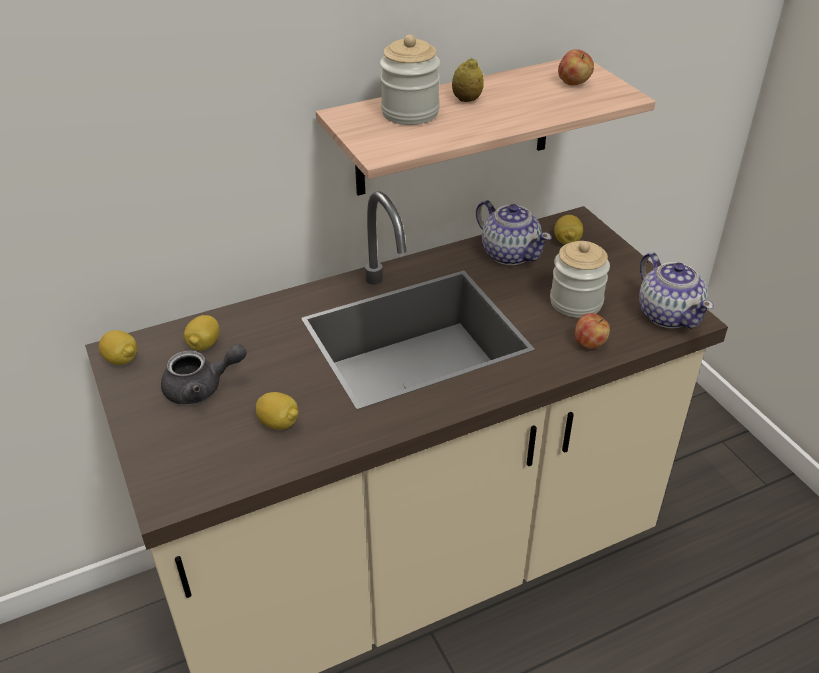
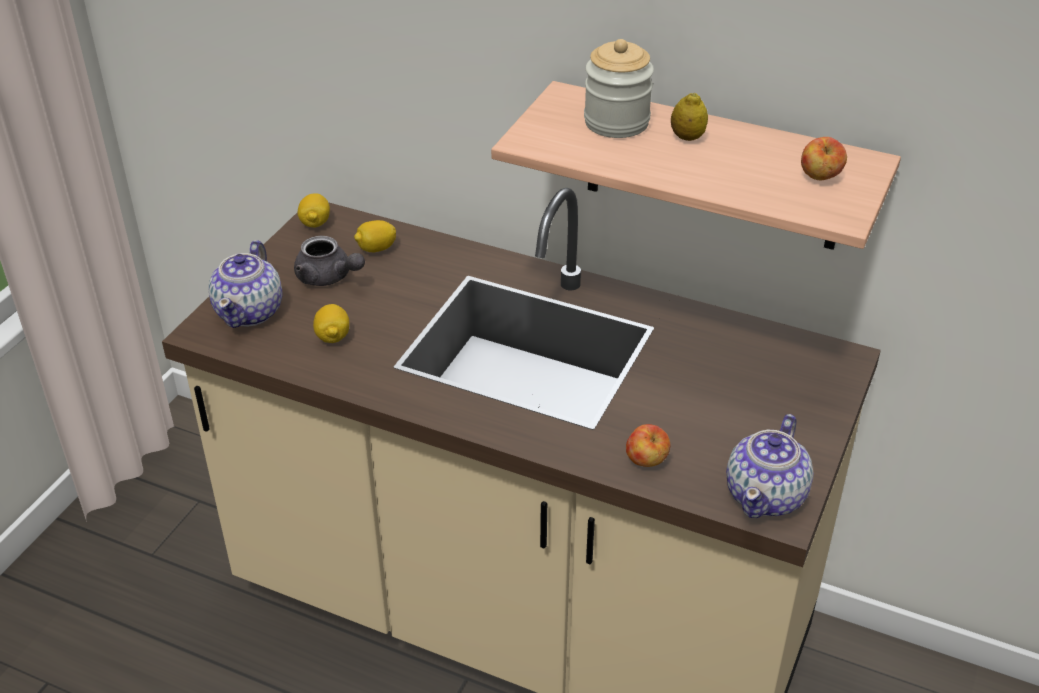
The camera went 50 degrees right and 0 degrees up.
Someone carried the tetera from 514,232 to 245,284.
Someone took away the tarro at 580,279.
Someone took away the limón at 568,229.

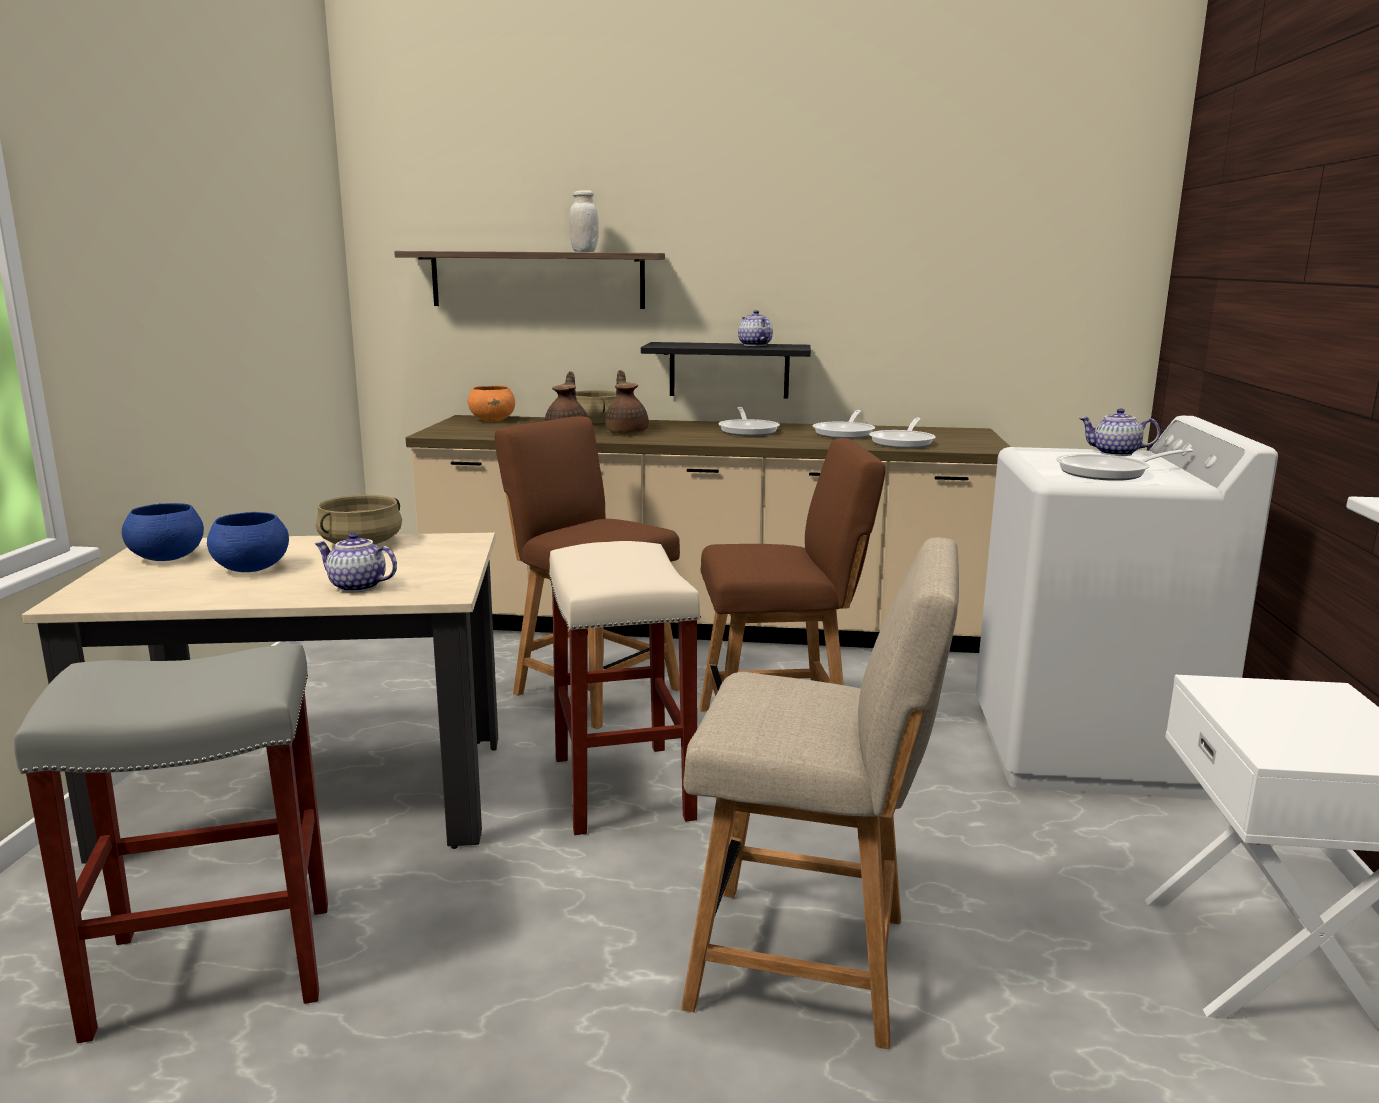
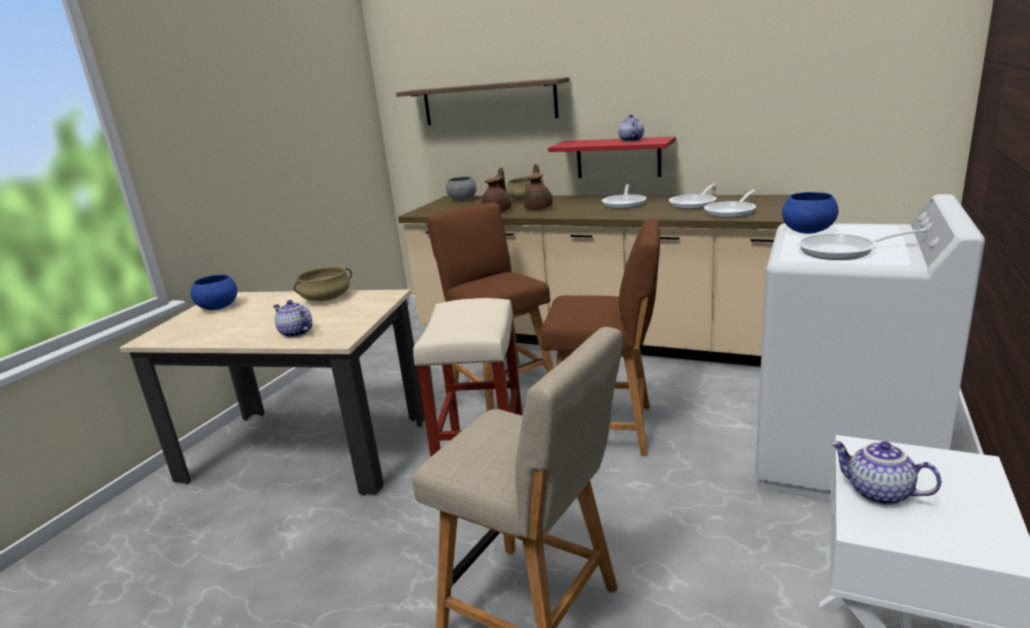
The camera went 20 degrees right and 5 degrees up.
Someone repainted the cuenco [naranja] at 491,404, which became the cuenco [gris] at 461,188.
Someone repainted the estante [negro] at 726,370, which became the estante [rojo] at 612,157.
Someone carried the cuenco [azul] from 248,542 to 810,213.
Someone carried the tetera from 1119,432 to 885,473.
Someone took away the taburete [gris] at 171,843.
Someone took away the tarro [blanco] at 584,221.

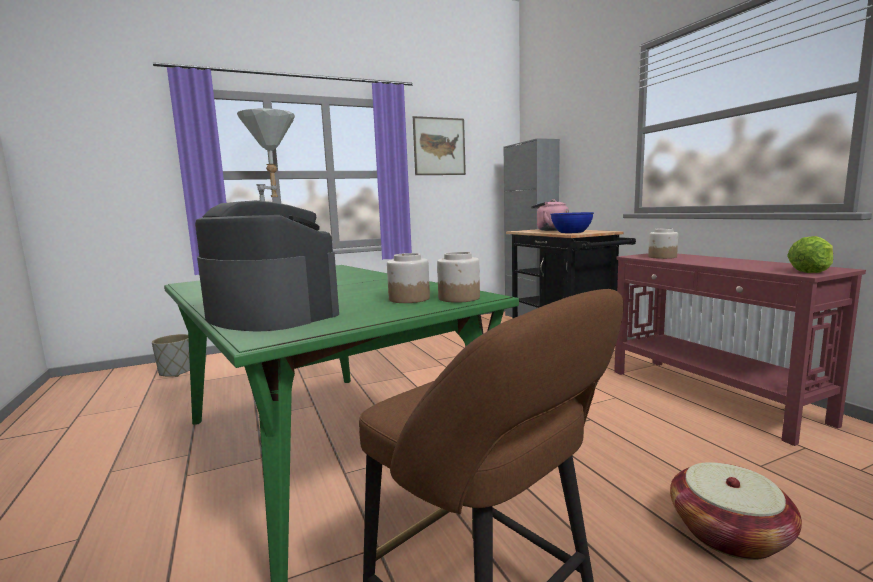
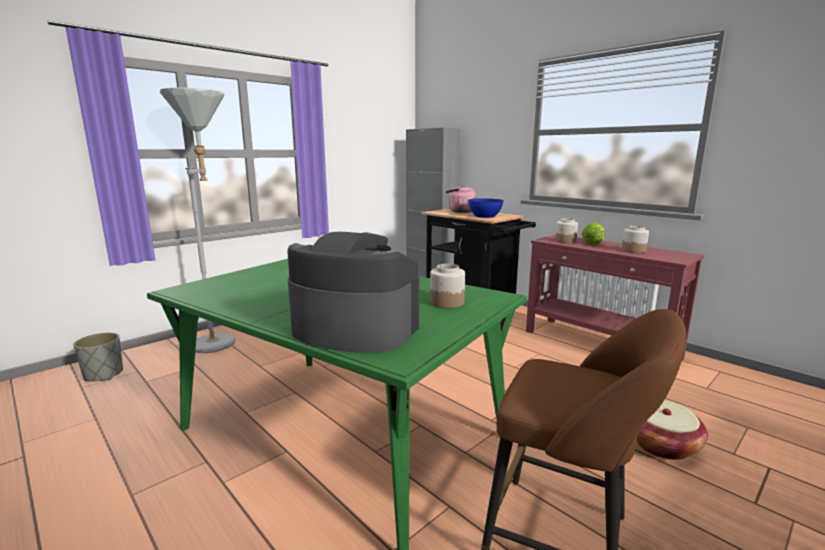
The camera went 20 degrees left and 5 degrees up.
Someone carried the lechuga from 810,254 to 593,234.
Someone carried the tarro from 458,277 to 635,239.
Someone took away the cuadro at 439,145.

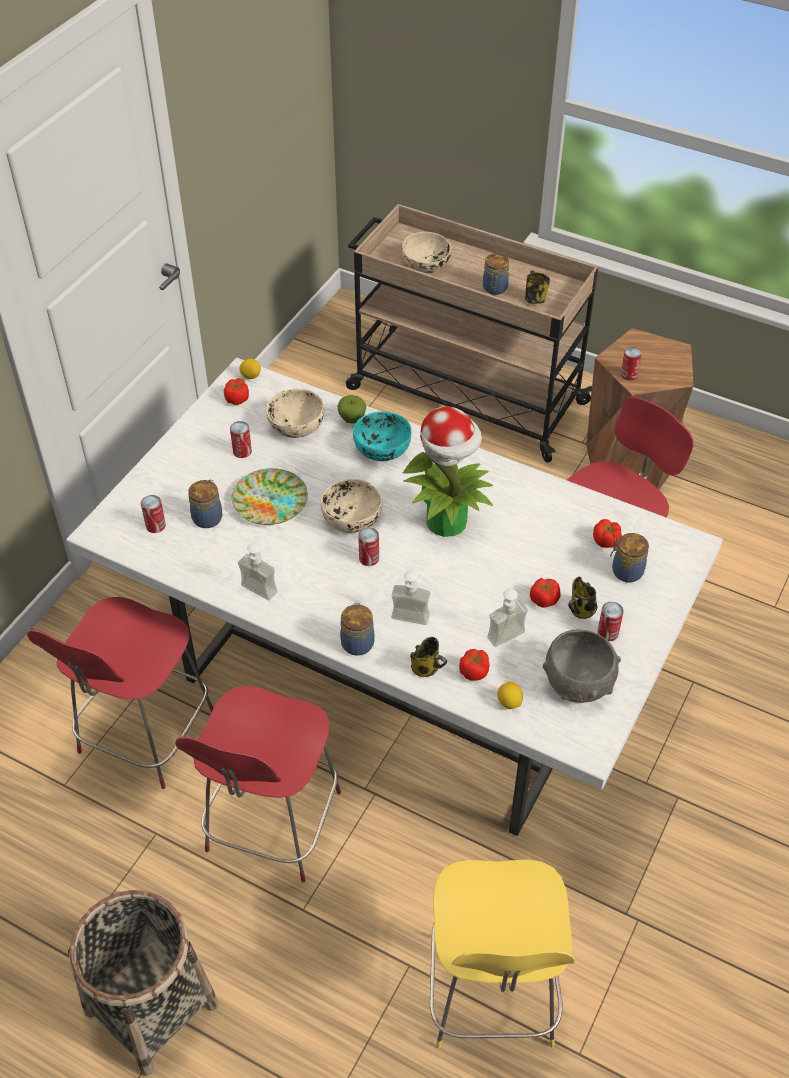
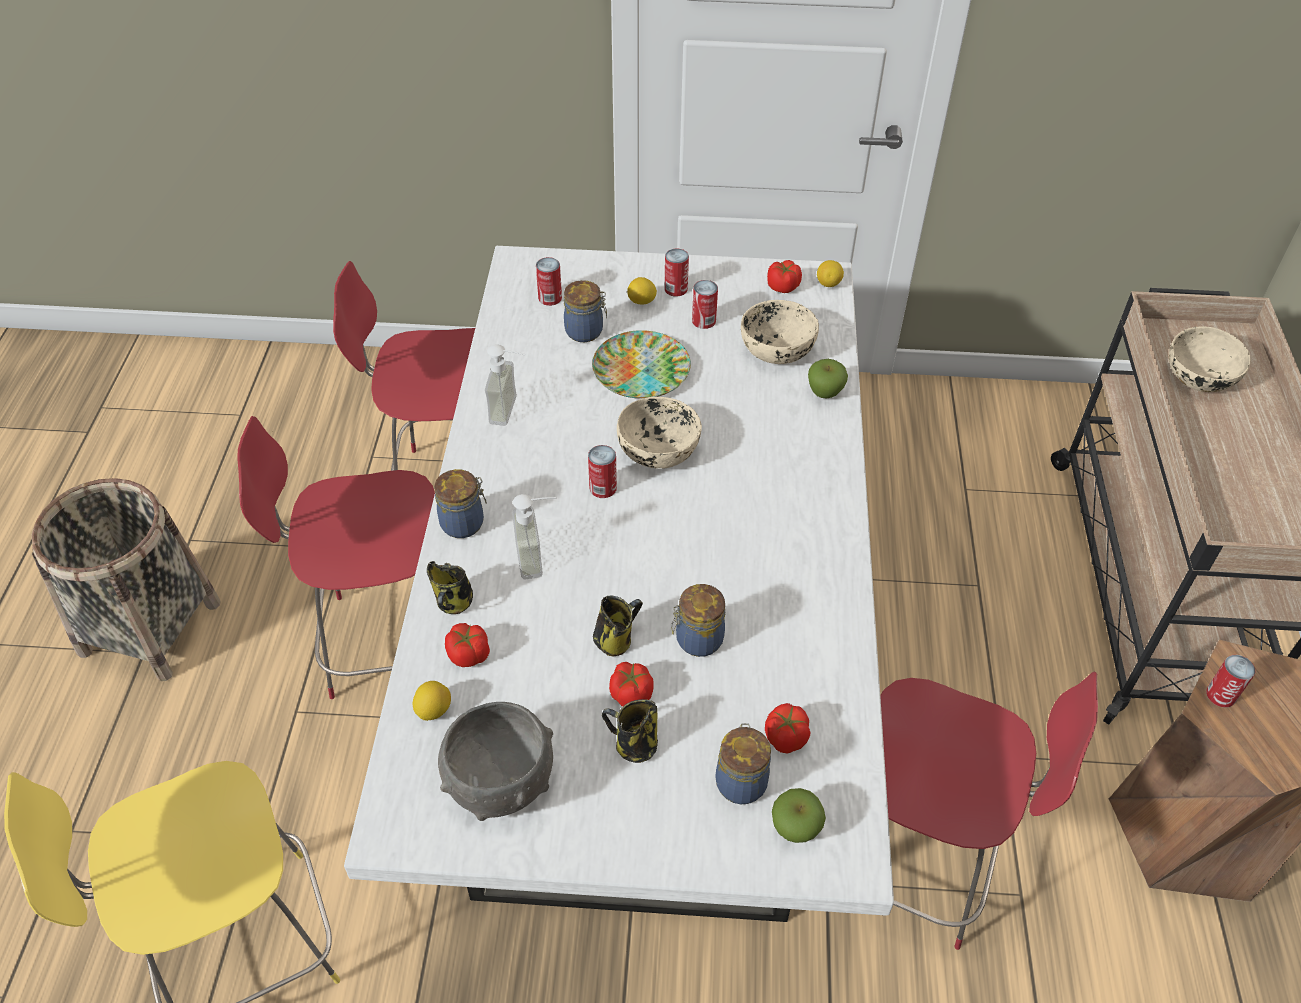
The camera went 65 degrees right and 0 degrees up.
Someone carried the taza grande from 537,287 to 618,626.
Someone put down the limón at 642,291.
Someone carried the lata from 610,621 to 676,273.
Someone carried the tarro from 496,274 to 698,620.
Someone put down the manzana at 799,815.
Someone took away the cuenco [turquesa] at 382,436.
Someone took away the planta en maceta at 448,471.
Someone took away the dispensador de jabón at 507,618.

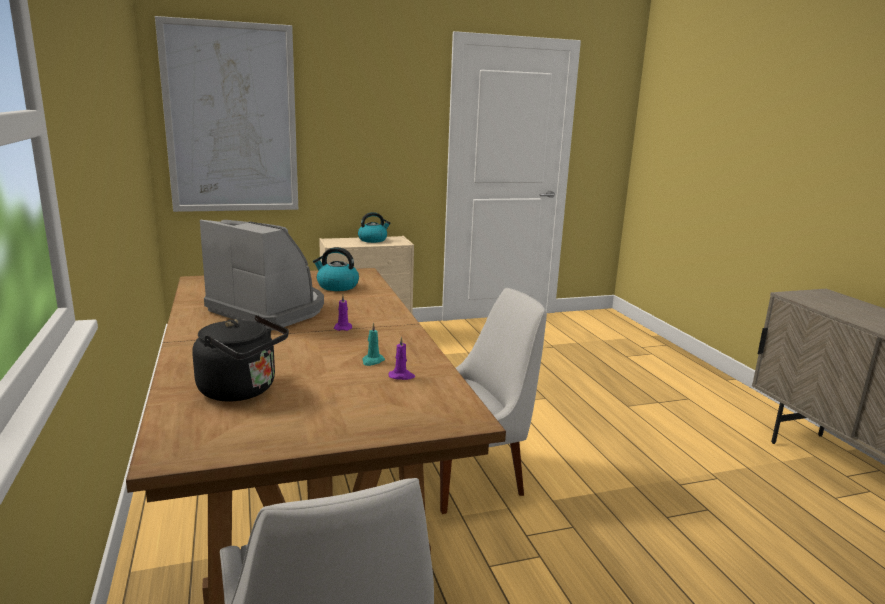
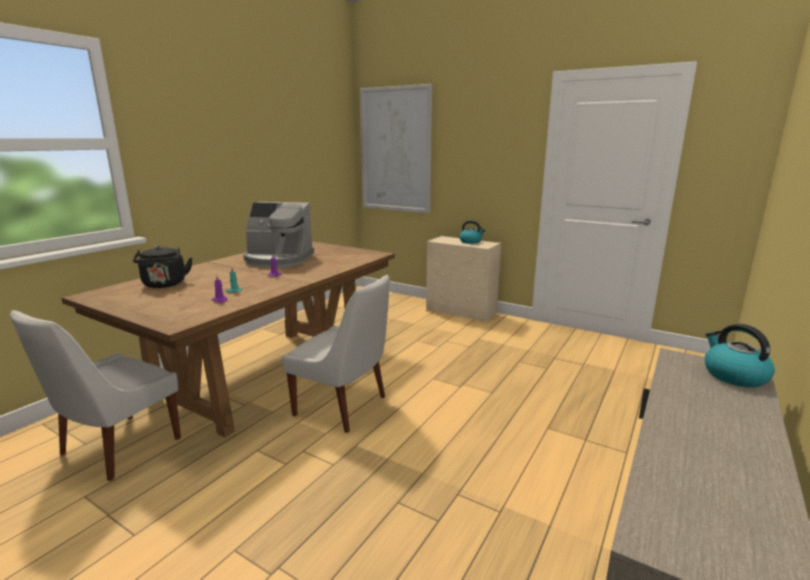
The camera went 50 degrees right and 0 degrees up.
Someone rotated the cafetera at 262,275 by 105 degrees clockwise.
Someone carried the hervidor from 336,269 to 740,355.

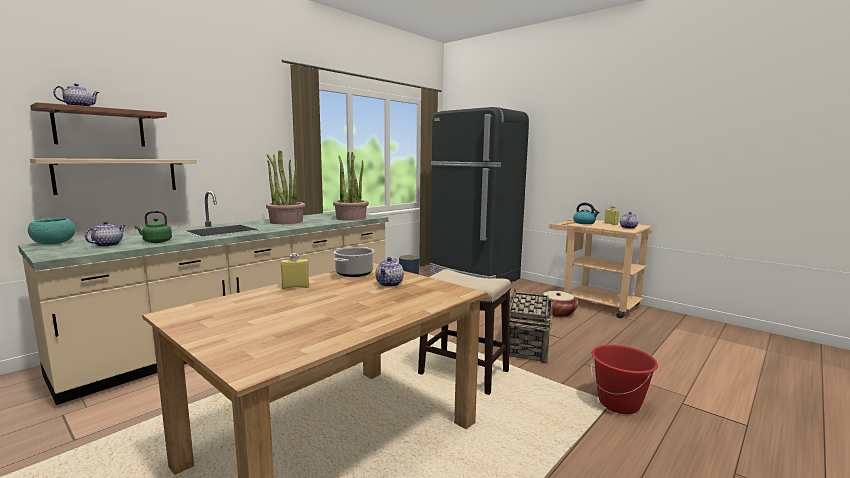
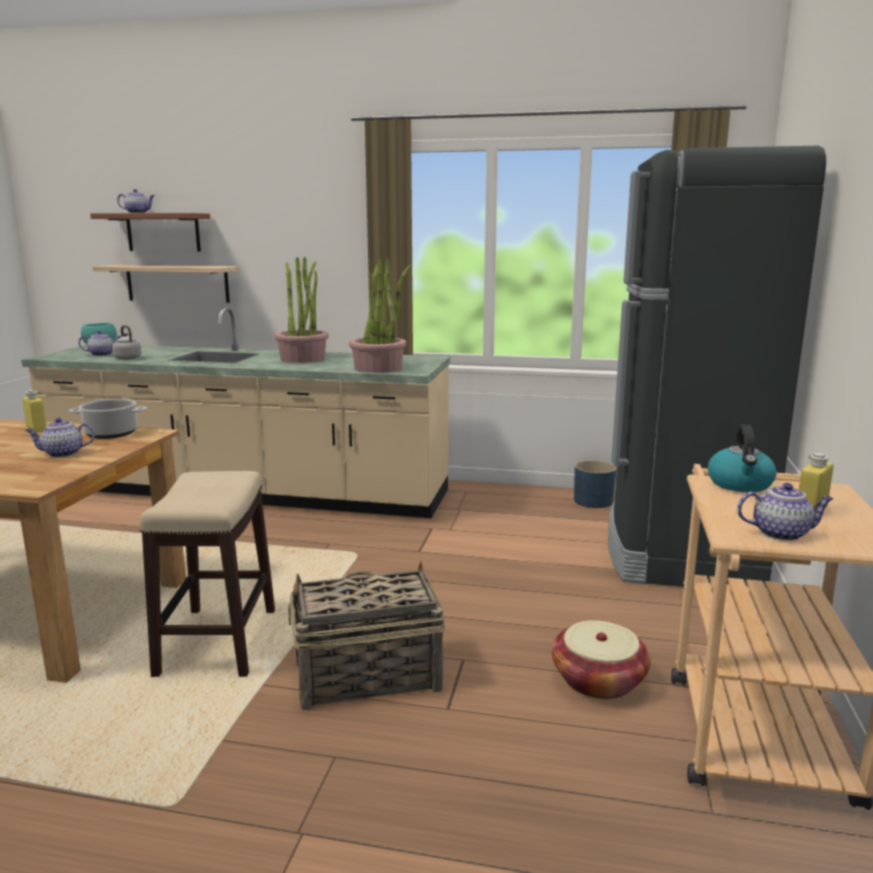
The camera went 60 degrees right and 5 degrees up.
Someone repainted the hervidor [verde] at 153,227, which became the hervidor [gris] at 126,342.
Someone took away the cubo [rojo] at 624,379.

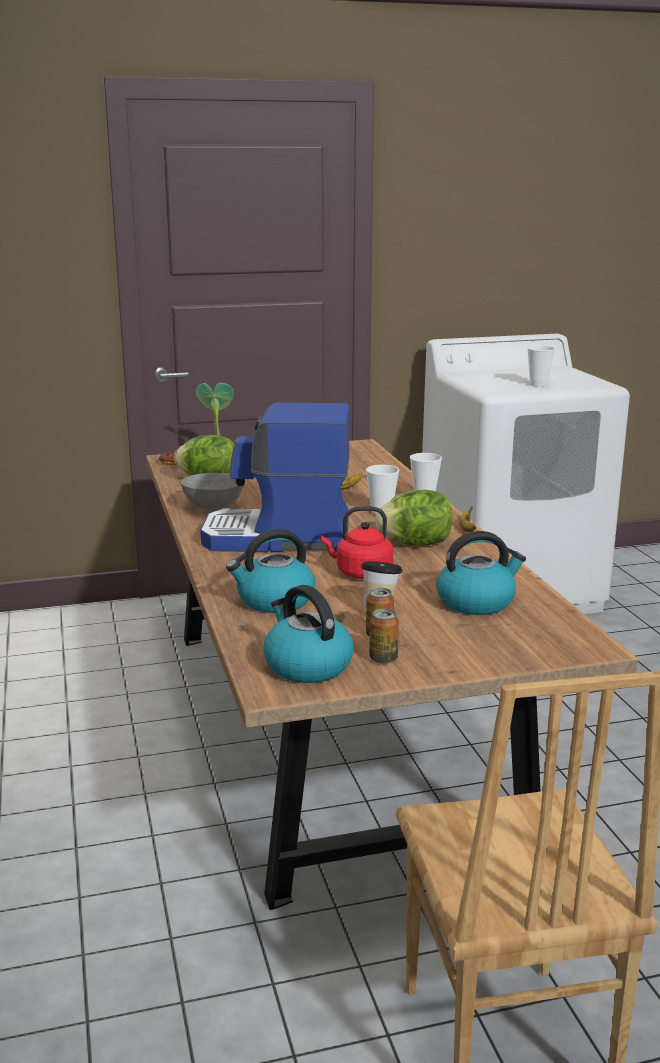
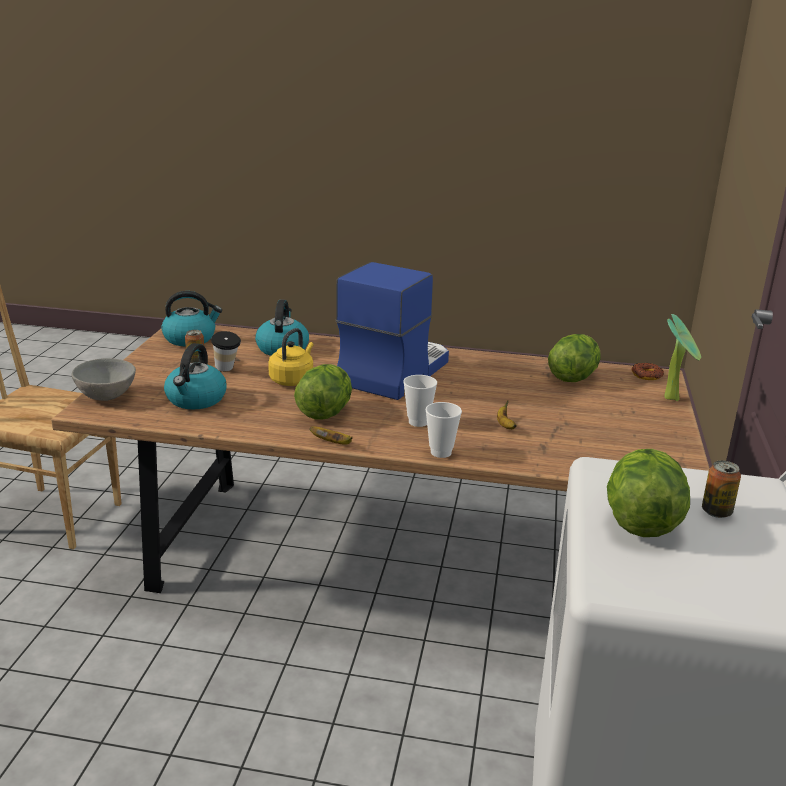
The camera went 115 degrees right and 5 degrees up.
Someone carried the cuenco [gris] from 212,491 to 104,379.
Someone repainted the hervidor [rojo] at 357,542, which became the hervidor [amarillo] at 291,357.
Someone swapped the taza at 541,366 for the lechuga at 648,493.
Someone carried the lata from 384,636 to 721,489.

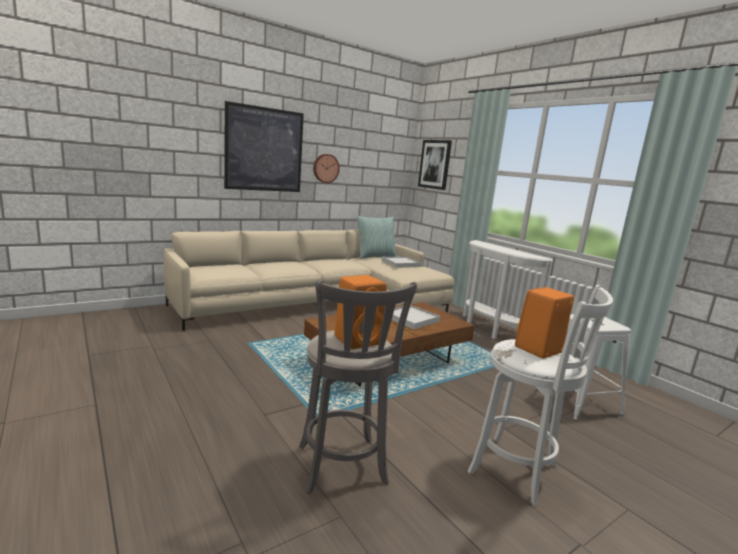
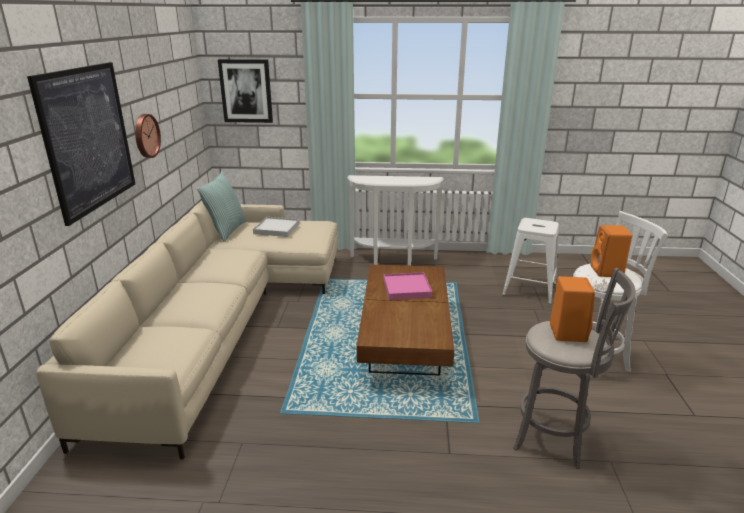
The camera went 50 degrees left and 10 degrees up.
Someone repainted the bandeja [blanco] at 416,317, which became the bandeja [rosa] at 408,286.

